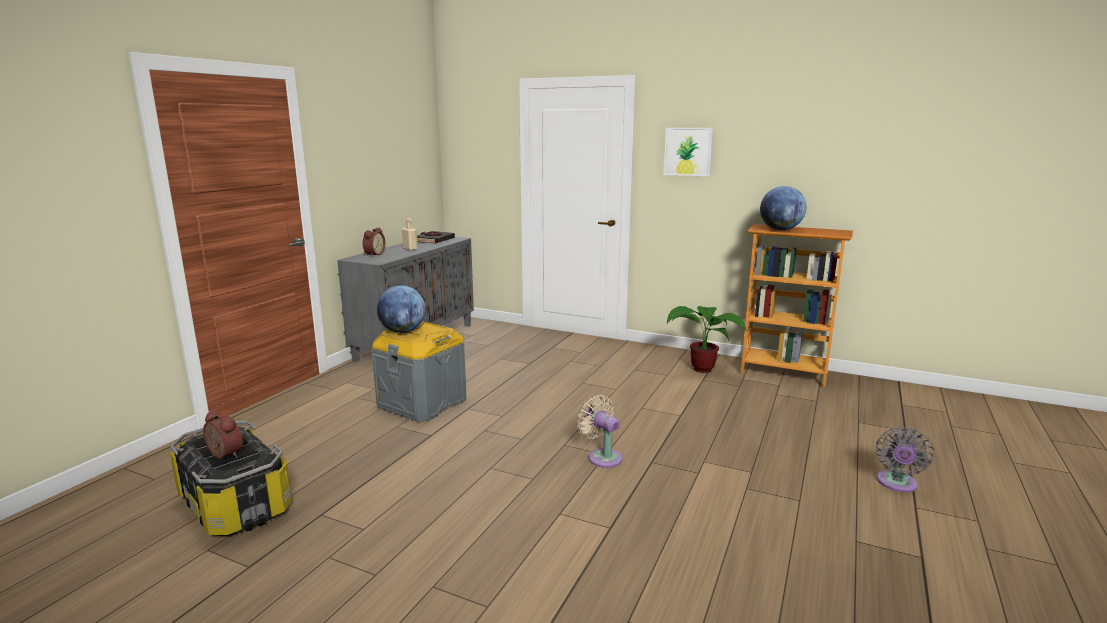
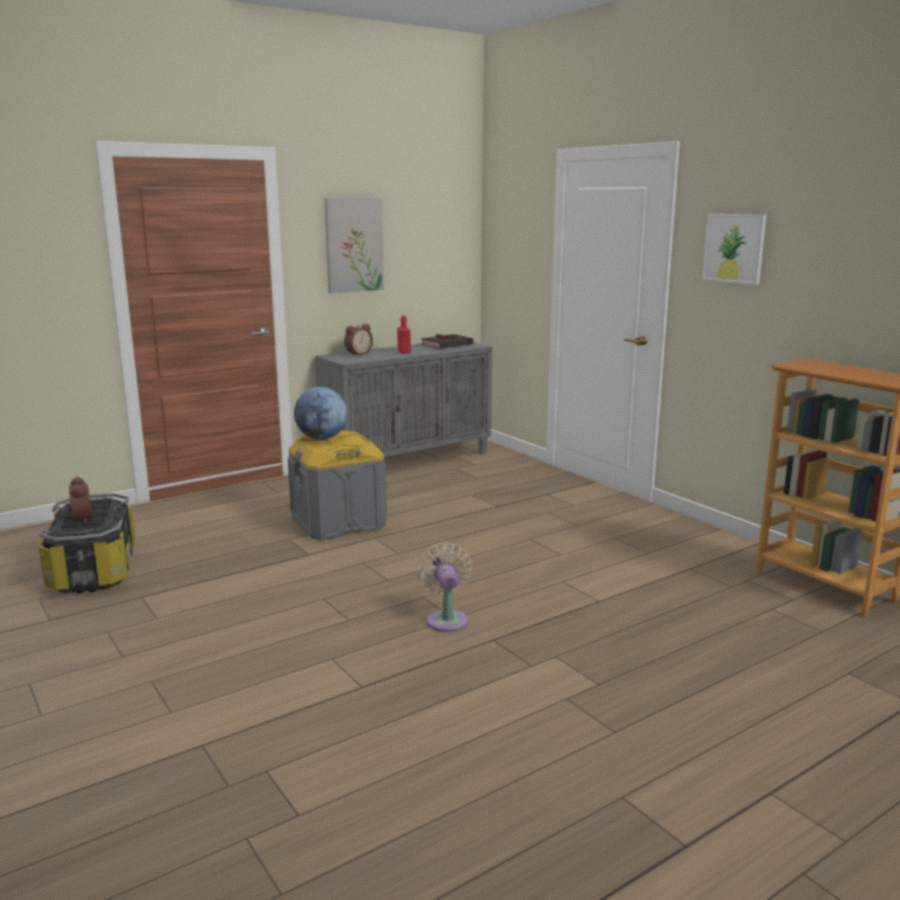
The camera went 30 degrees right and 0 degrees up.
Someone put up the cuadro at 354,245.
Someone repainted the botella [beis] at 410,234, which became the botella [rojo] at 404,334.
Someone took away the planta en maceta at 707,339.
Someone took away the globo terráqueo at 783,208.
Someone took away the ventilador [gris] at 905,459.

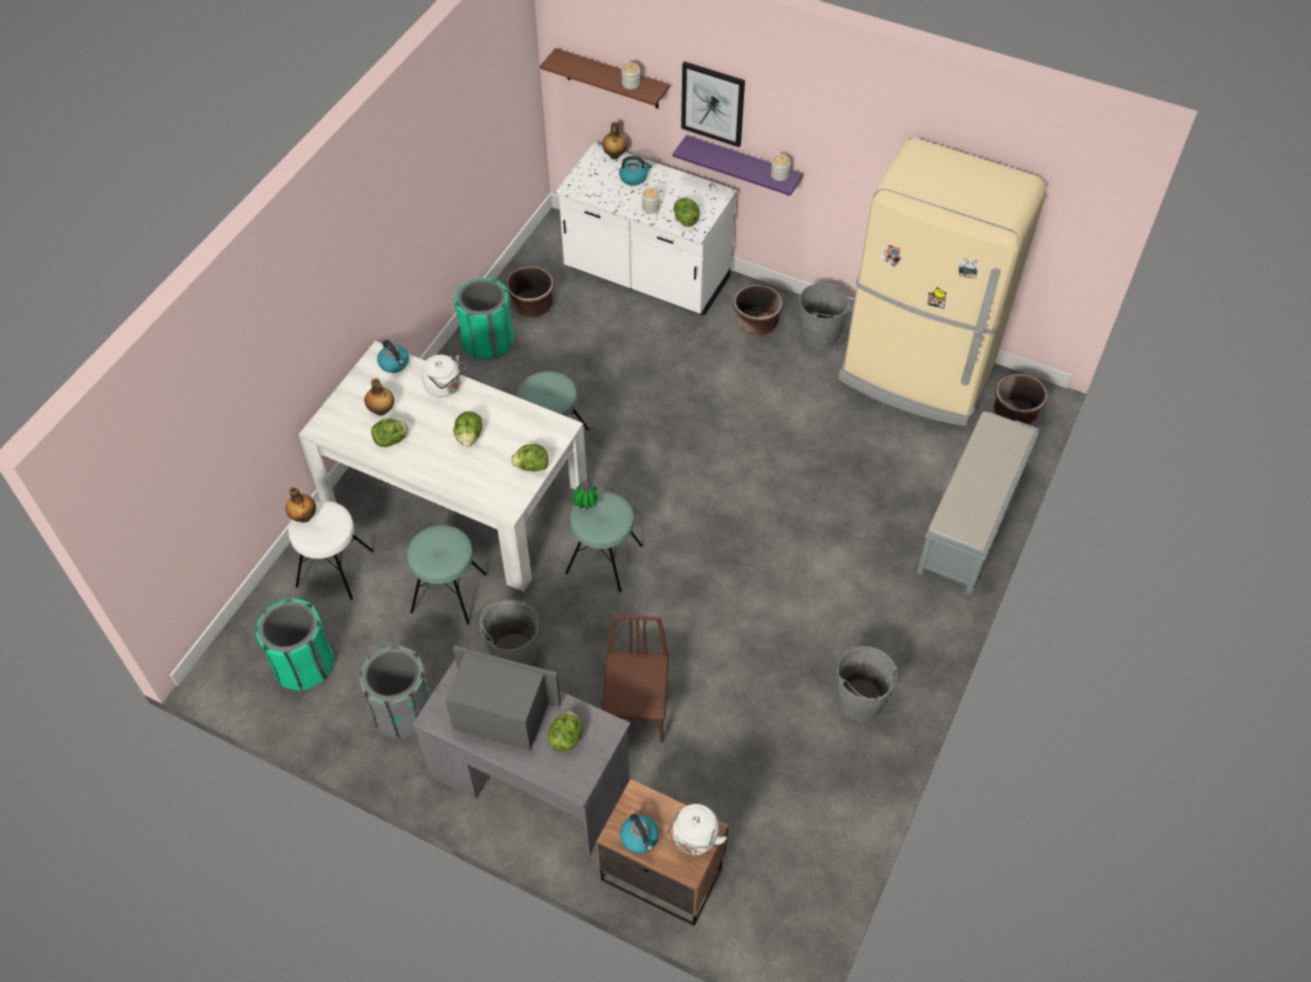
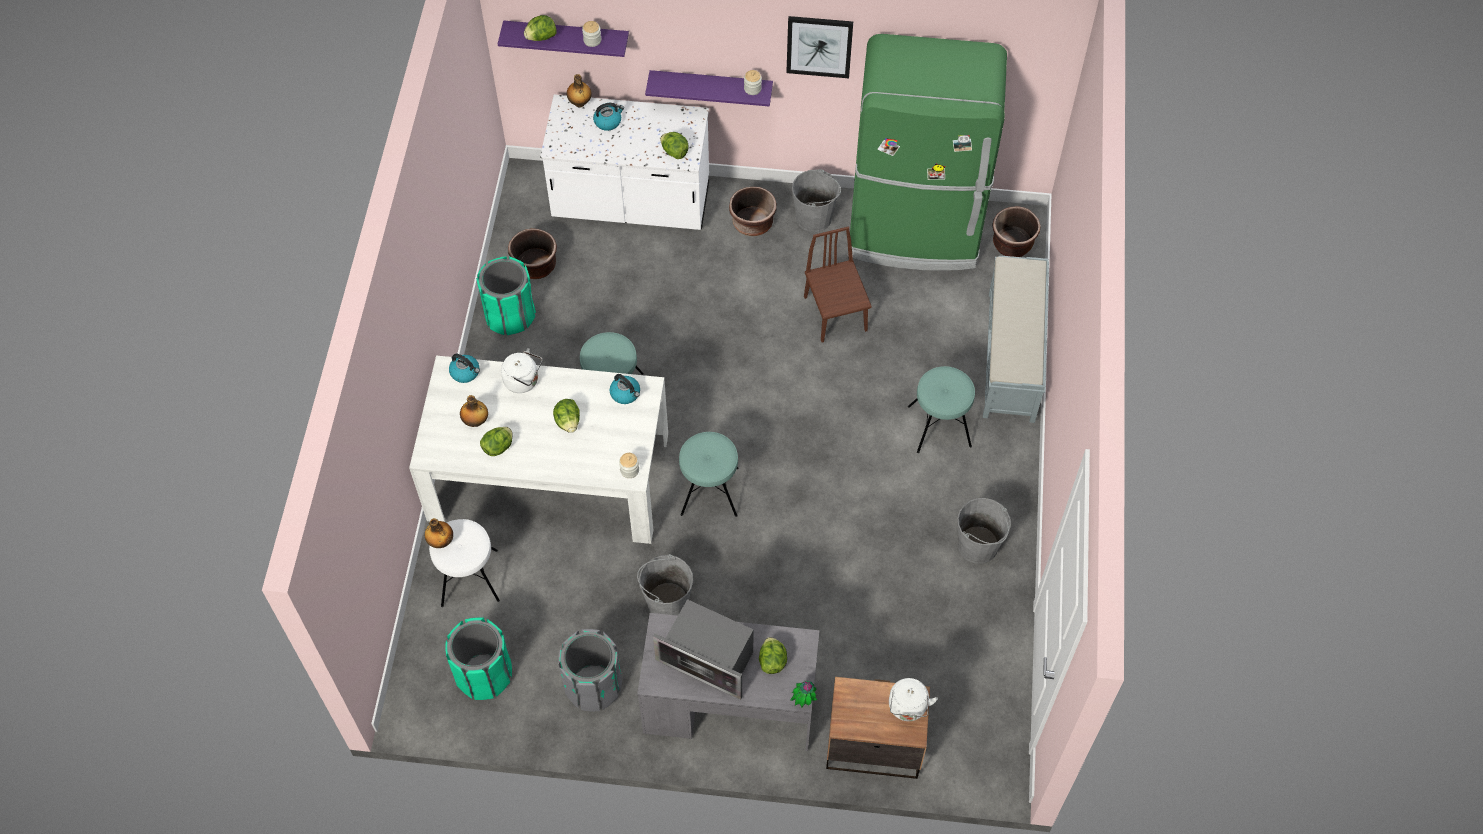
The camera went 20 degrees left and 5 degrees up.
Someone repainted the estante [marrón] at 605,78, which became the estante [morado] at 563,38.
Someone carried the lechuga from 529,458 to 540,28.
Someone carried the hervidor from 639,834 to 625,389.
Someone carried the tarro from 651,201 to 629,465.
Someone rotated the microondas at 503,698 by 150 degrees counterclockwise.
Someone carried the cuadro from 713,104 to 819,47.
Someone carried the planta en maceta from 585,494 to 803,694.
Someone carried the silla [marrón] from 635,679 to 838,285.
Someone repainted the nevera [beis] at 942,282, which became the nevera [verde] at 928,152.
Someone carried the taburete [turquesa] from 447,575 to 941,409.

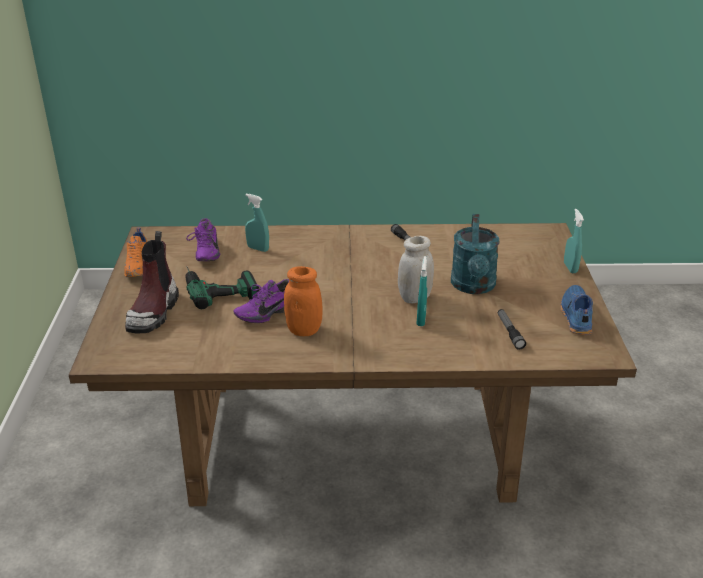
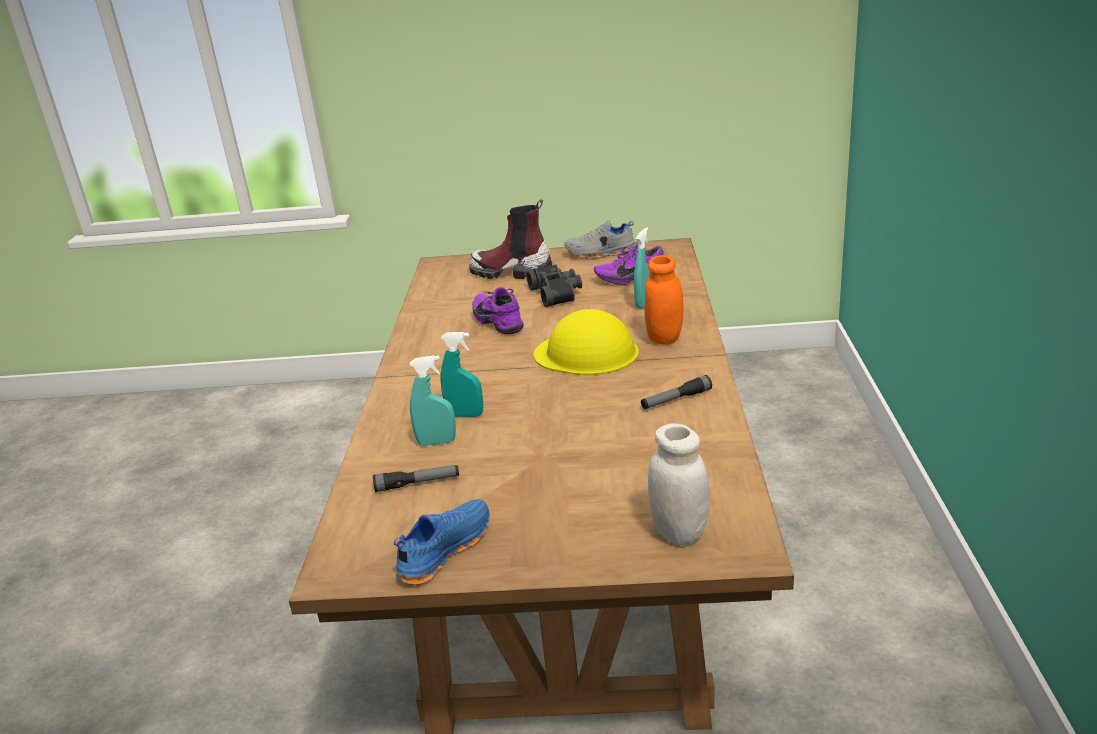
The camera went 95 degrees right and 5 degrees down.
Someone rotated the zapato [azul] at 576,310 by 60 degrees counterclockwise.
Someone carried the pulverizador [turquesa] from 574,241 to 433,400.
Someone swapped the taladro at 222,287 for the prismáticos [negro] at 554,285.
Someone put down the casco [amarillo] at 586,342.
Someone repainted the zapato [naranja] at 135,252, which became the zapato [gris] at 600,239.
Someone carried the tarro [naranja] from 303,301 to 663,299.
Someone carried the tarro [blanco] from 416,269 to 678,484.
Someone took away the regadera [turquesa] at 475,254.

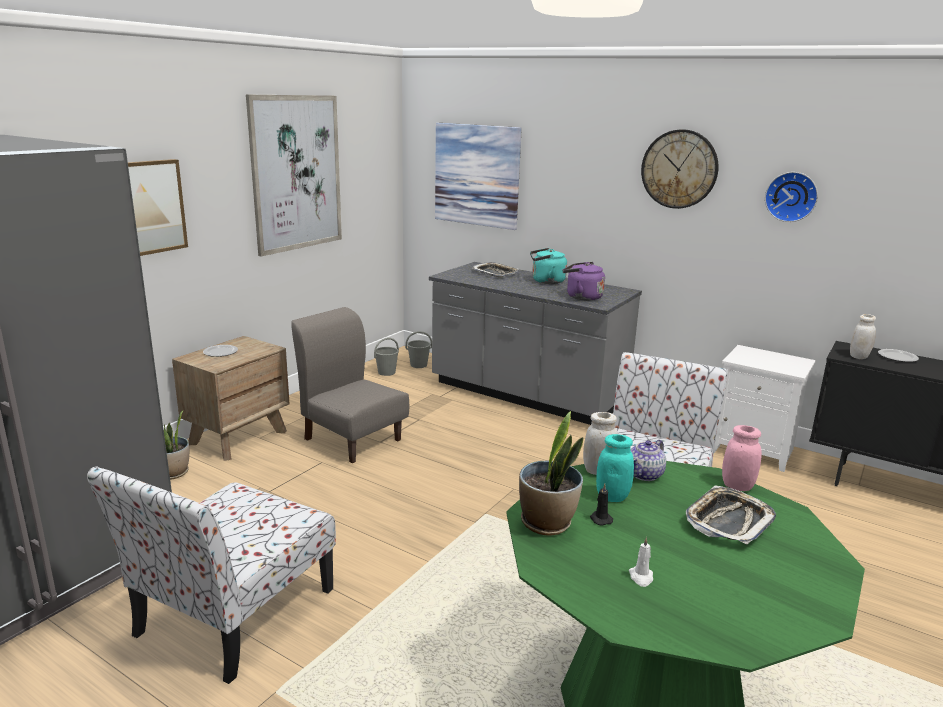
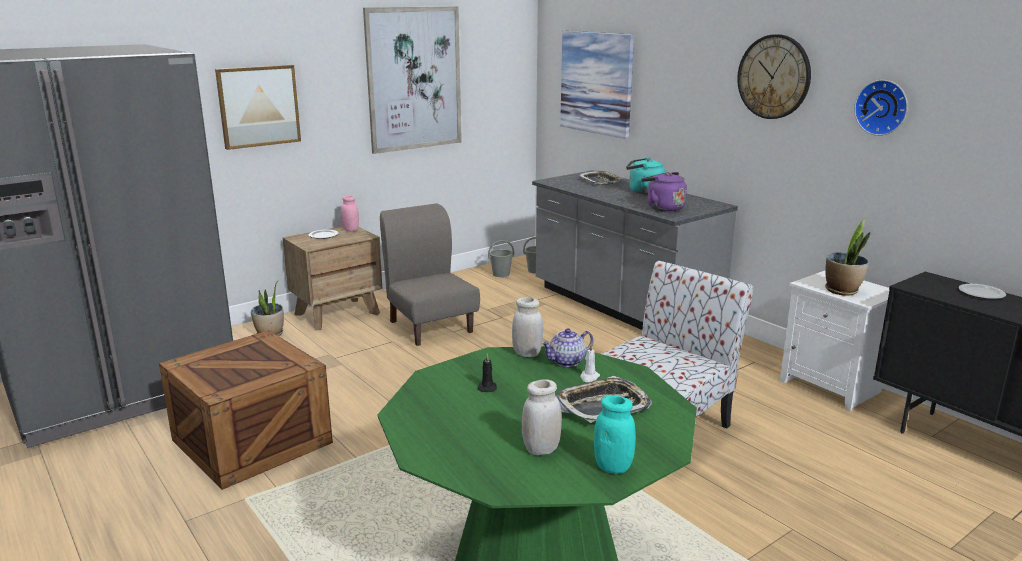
The camera went 20 degrees right and 0 degrees up.
Someone swapped the silla at 211,575 for the caja de embalaje at 246,410.
Someone carried the tarro [rosa] from 742,458 to 350,214.
Someone carried the tarro [blanco] from 863,336 to 542,417.
Someone carried the vela [blanco] from 641,561 to 590,363.
Someone carried the tarro [turquesa] from 615,468 to 615,434.
Someone carried the planta en maceta from 551,473 to 848,258.

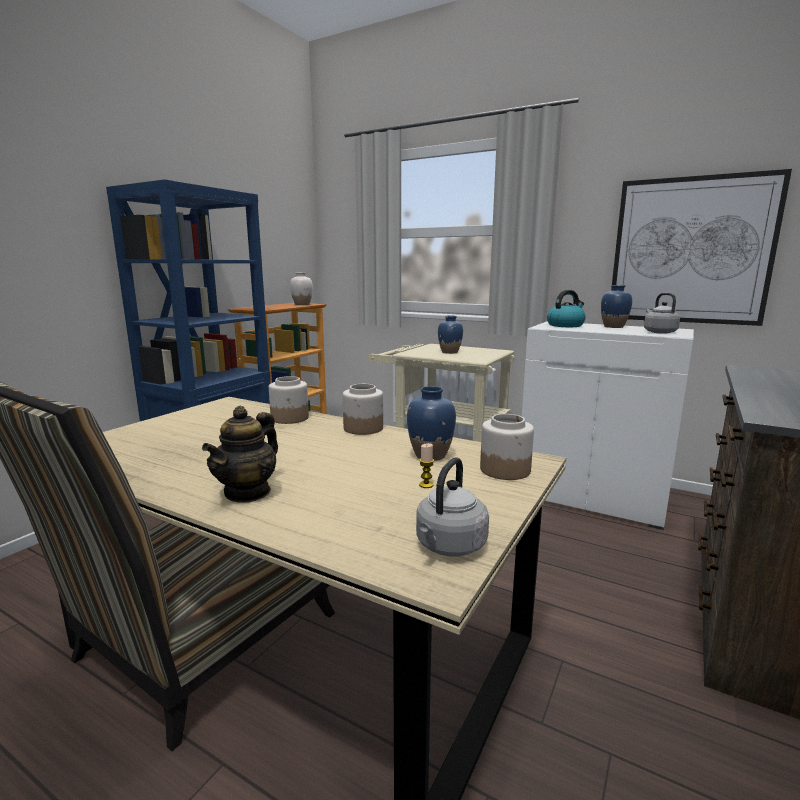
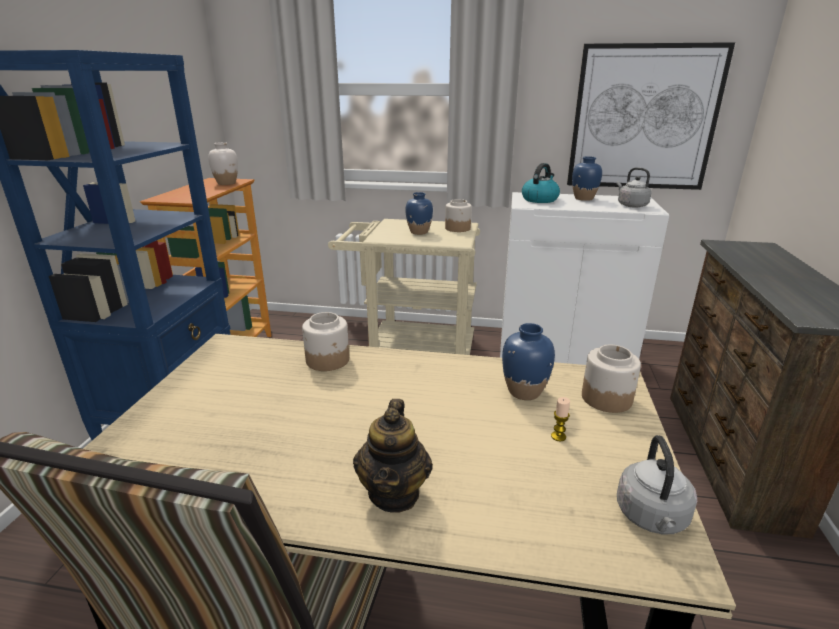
The camera went 20 degrees left and 10 degrees up.
Someone carried the tarro from 363,409 to 458,215.

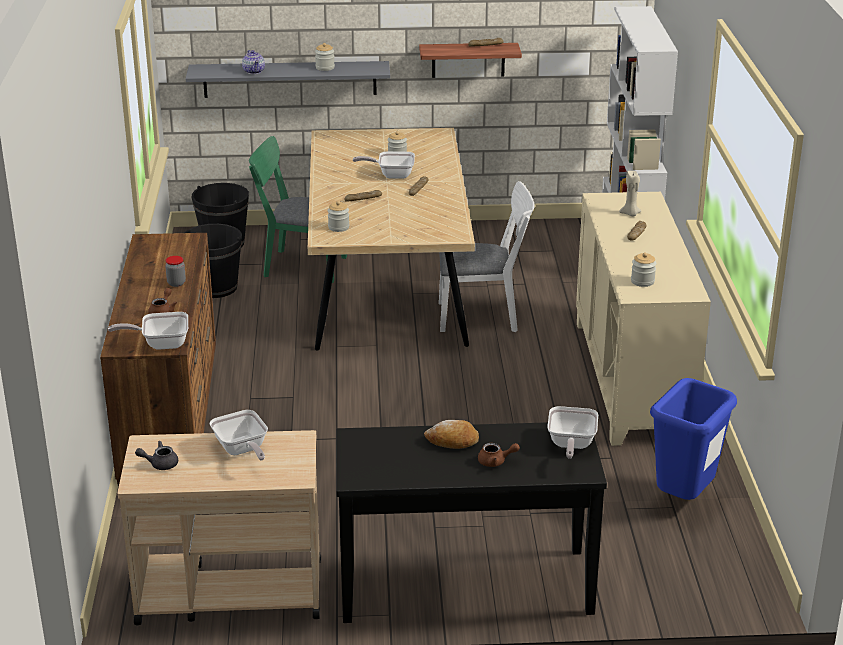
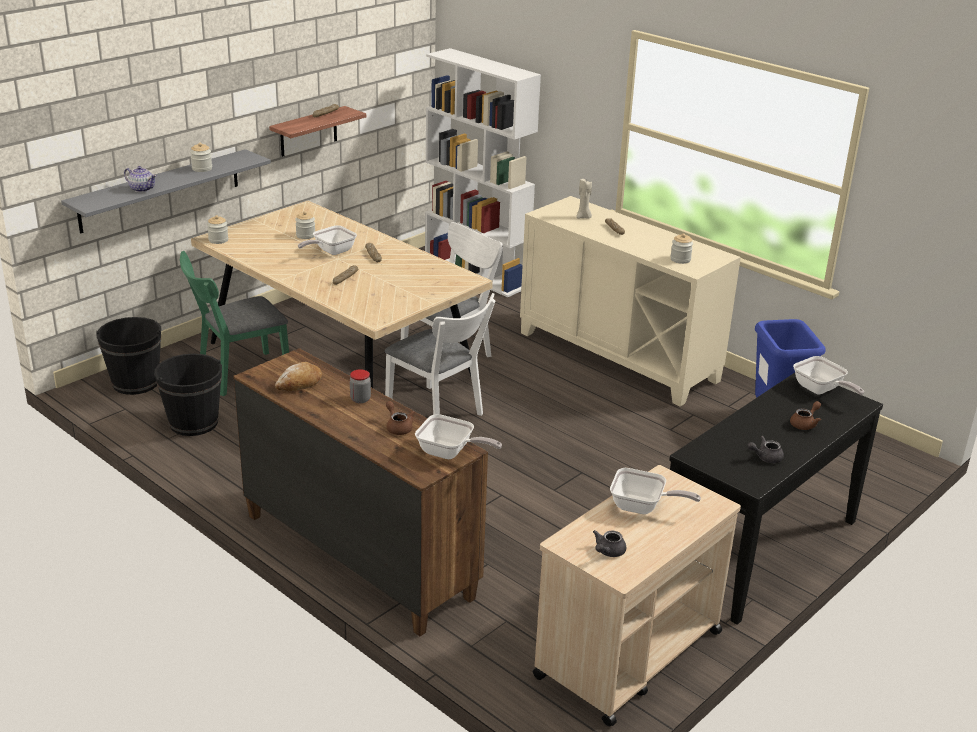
The camera went 45 degrees left and 0 degrees up.
Someone carried the tarro from 339,216 to 217,229.
Someone carried the pan from 451,434 to 298,376.
Someone put down the silla [blanco] at 440,354.
Someone rotated the sartén at 148,331 by 105 degrees counterclockwise.
Someone put down the tetera [gris] at 766,449.

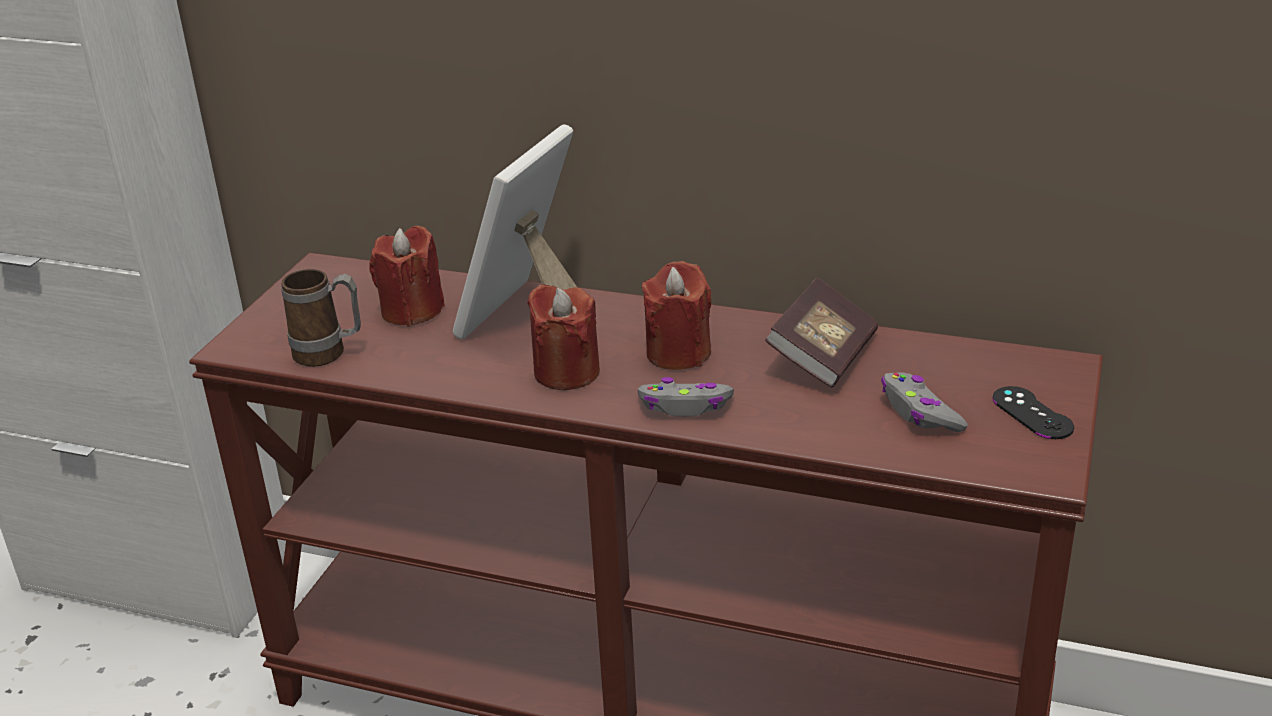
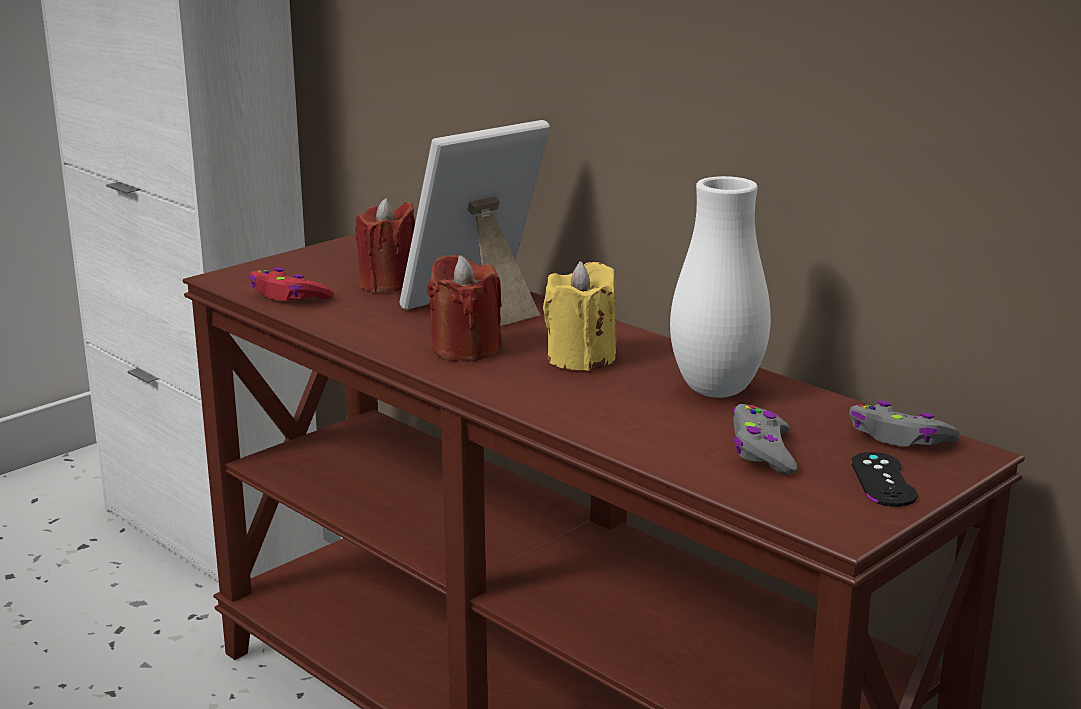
The camera went 25 degrees right and 10 degrees down.
Someone swapped the taza grande at 321,318 for the mando de consola [rojo] at 291,284.
Someone repainted the vela [rojo] at 676,315, which became the vela [amarillo] at 579,316.
Someone swapped the libro at 821,332 for the florero [blanco] at 720,287.
Someone carried the mando de consola [gris] from 686,397 to 904,424.

